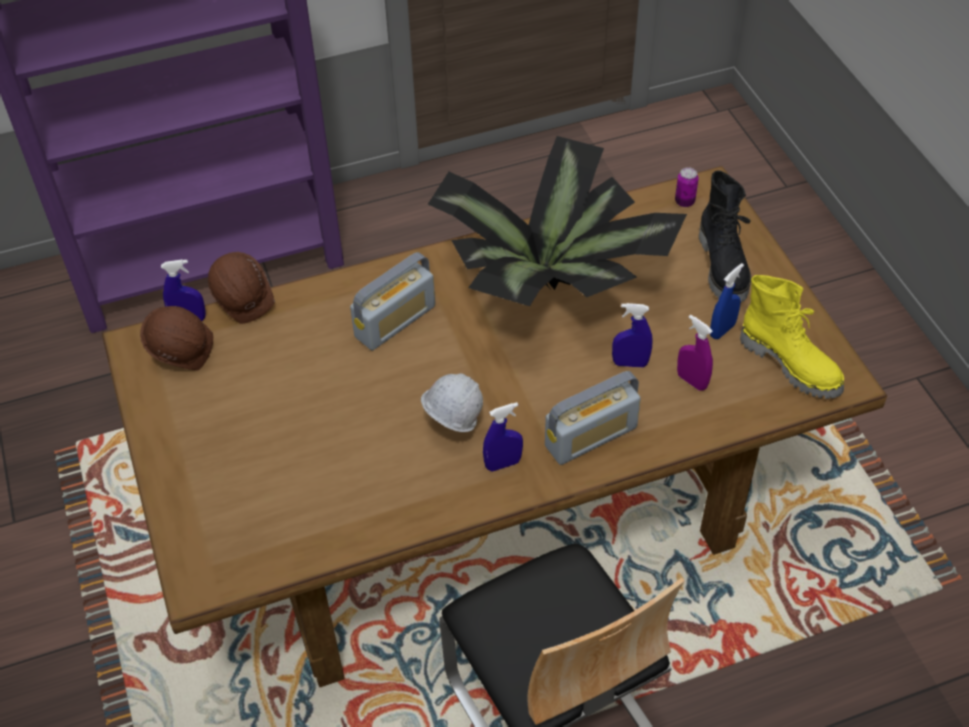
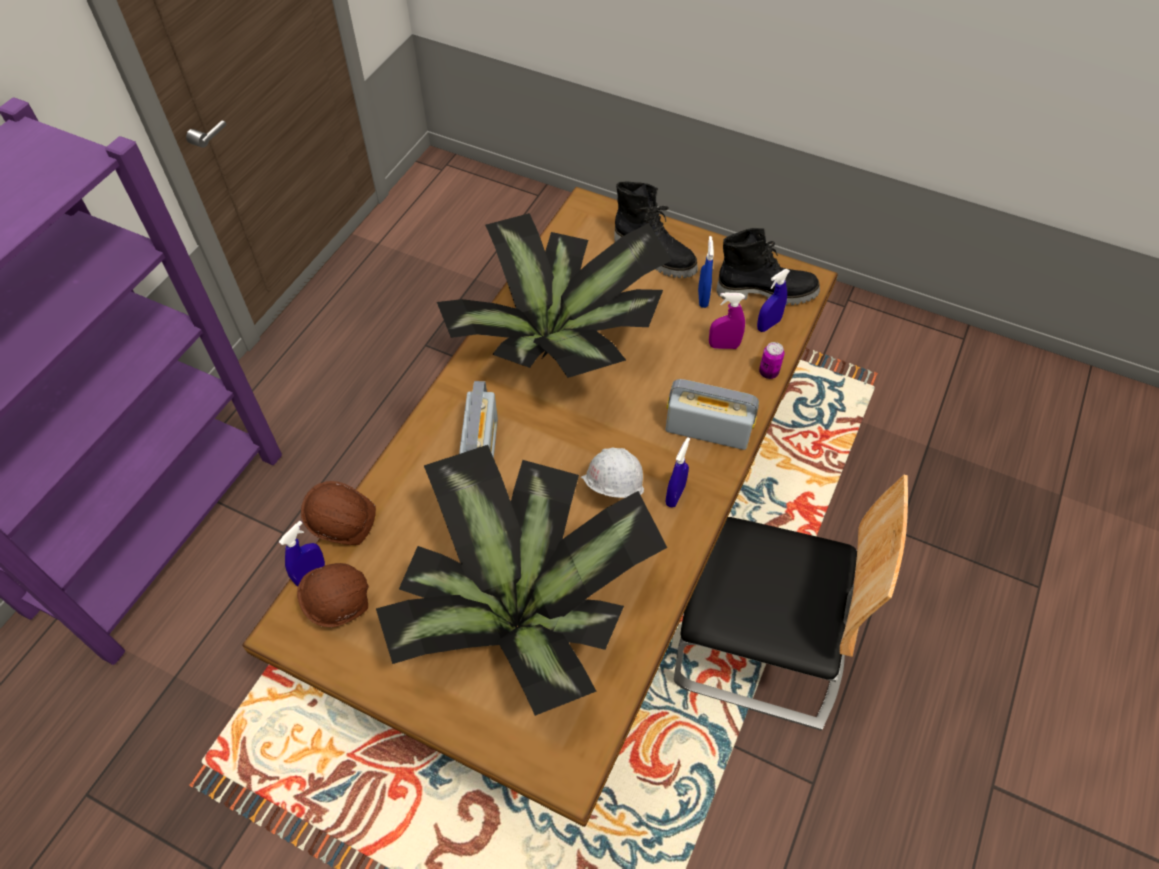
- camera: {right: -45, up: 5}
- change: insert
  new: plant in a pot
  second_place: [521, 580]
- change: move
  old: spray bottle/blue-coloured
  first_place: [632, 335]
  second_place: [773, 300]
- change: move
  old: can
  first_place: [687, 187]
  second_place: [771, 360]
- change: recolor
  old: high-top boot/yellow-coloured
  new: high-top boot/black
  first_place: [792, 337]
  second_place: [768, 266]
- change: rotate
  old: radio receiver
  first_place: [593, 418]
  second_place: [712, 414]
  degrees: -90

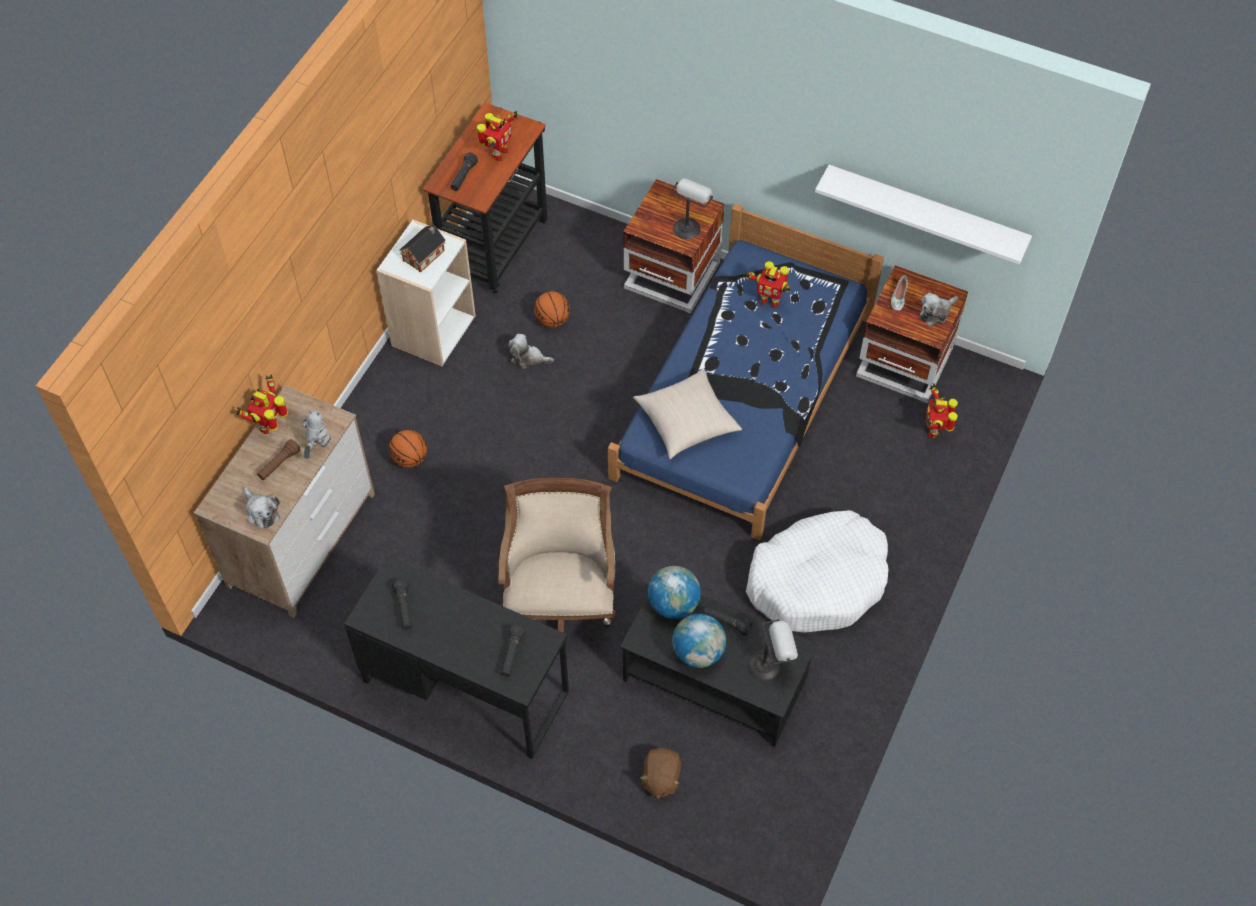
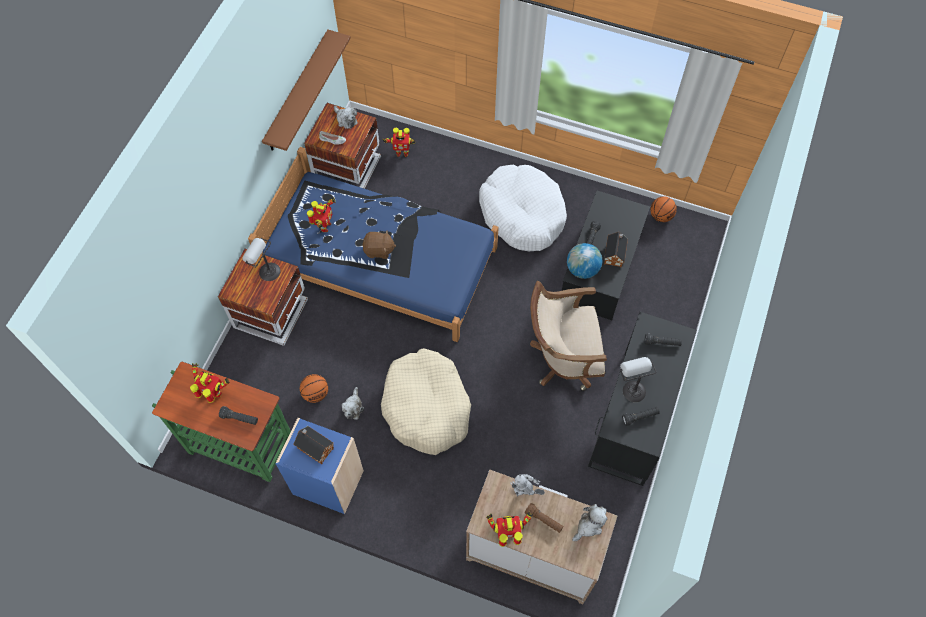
- camera: {right: -95, up: 5}
- change: delete
  old: pillow/beige
  first_place: [687, 413]
- change: insert
  new: dog cushion/beige
  second_place: [426, 401]
- change: move
  old: ball for basketball
  first_place: [408, 449]
  second_place: [663, 209]
- change: move
  old: soft toy/brown
  first_place: [660, 773]
  second_place: [379, 244]
- change: move
  old: tabletop lamp
  first_place: [773, 650]
  second_place: [638, 379]
- change: replace
  old: world globe
  new: miniature house
  first_place: [699, 641]
  second_place: [616, 249]
- change: recolor
  old: shelving unit/white-coloured
  new: shelving unit/blue-coloured
  first_place: [426, 293]
  second_place: [319, 466]
- change: recolor
  old: wheeled cart/black
  new: wheeled cart/green-coloured
  first_place: [485, 198]
  second_place: [221, 422]
- change: recolor
  old: wall shelf/white-coloured
  new: wall shelf/brown
  first_place: [923, 215]
  second_place: [306, 90]
- change: rotate
  old: toy robot
  first_place: [262, 404]
  second_place: [509, 529]
  degrees: 150

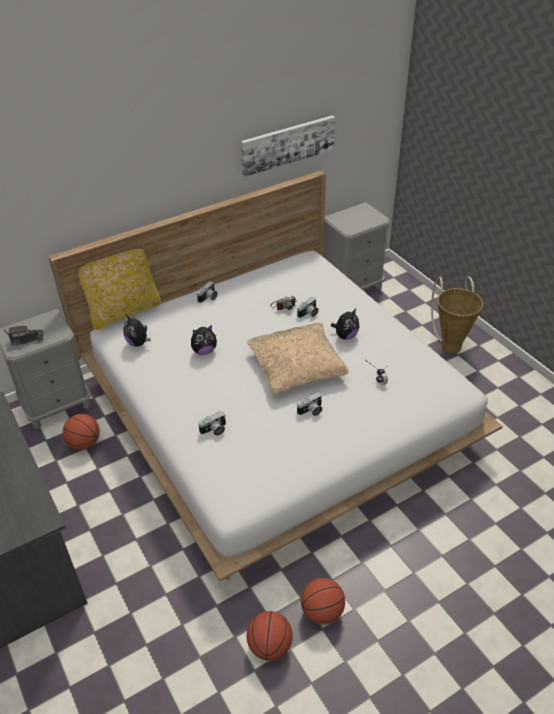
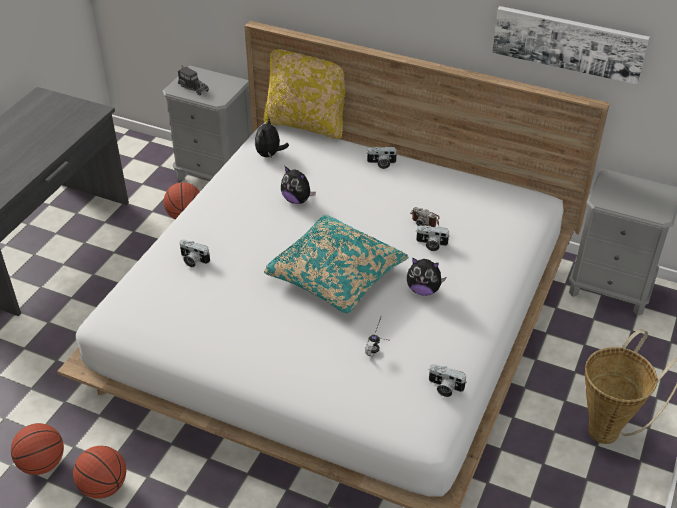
- camera: {right: 55, up: 0}
- change: move
  old: still camera
  first_place: [309, 404]
  second_place: [447, 380]
- change: recolor
  old: pillow/beige
  new: pillow/blue-green
  first_place: [297, 359]
  second_place: [336, 264]

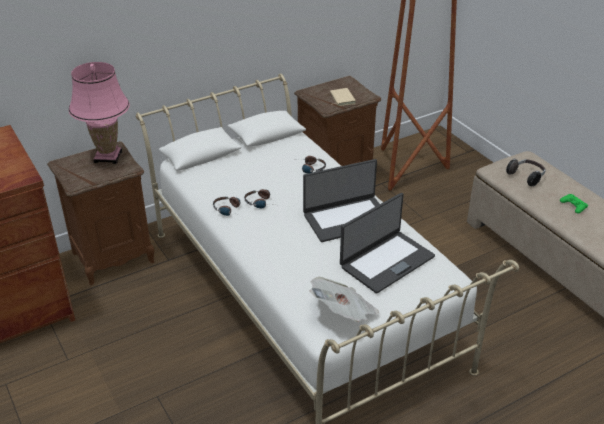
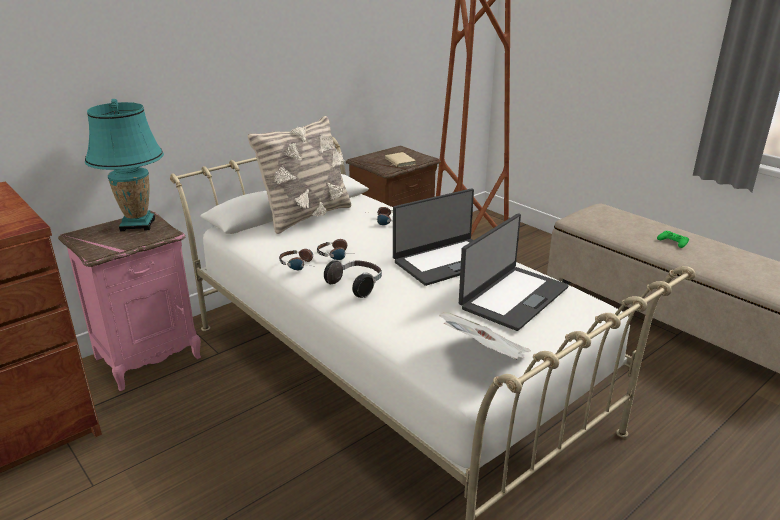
- camera: {right: -10, up: -10}
- change: insert
  new: pillow/beige
  second_place: [299, 175]
- change: move
  old: headset
  first_place: [526, 173]
  second_place: [353, 278]
- change: recolor
  old: bedside table/brown
  new: bedside table/pinkish
  first_place: [100, 213]
  second_place: [129, 301]
- change: recolor
  old: tabletop lamp/pinkish
  new: tabletop lamp/blue-green
  first_place: [99, 113]
  second_place: [124, 165]

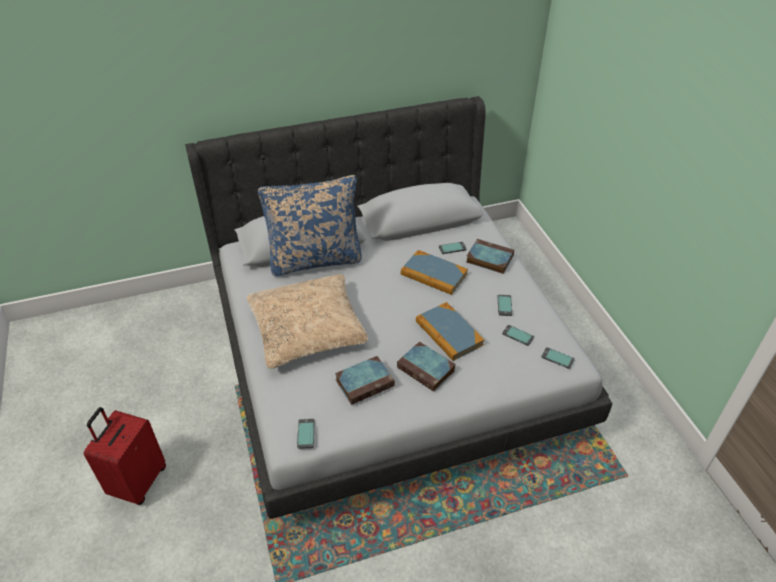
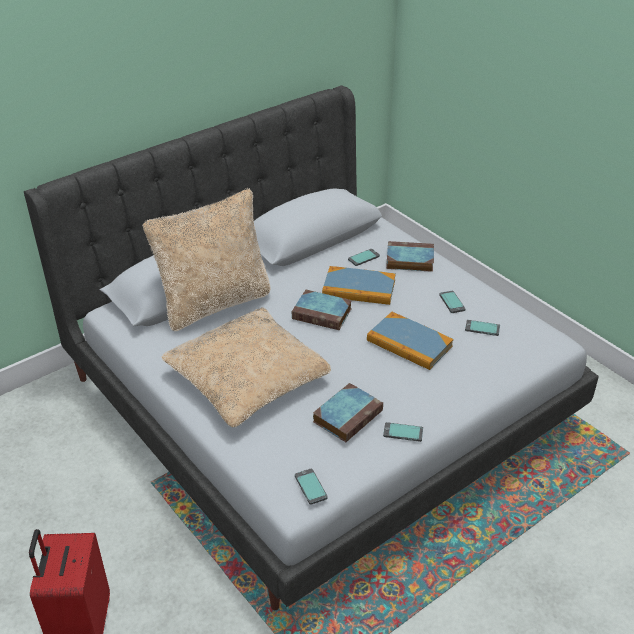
- camera: {right: -20, up: -5}
- change: move
  old: volume
  first_place: [426, 366]
  second_place: [322, 310]
- change: move
  old: handset
  first_place: [558, 358]
  second_place: [403, 432]
- change: recolor
  old: pillow/blue-coloured
  new: pillow/beige
  first_place: [309, 225]
  second_place: [206, 259]

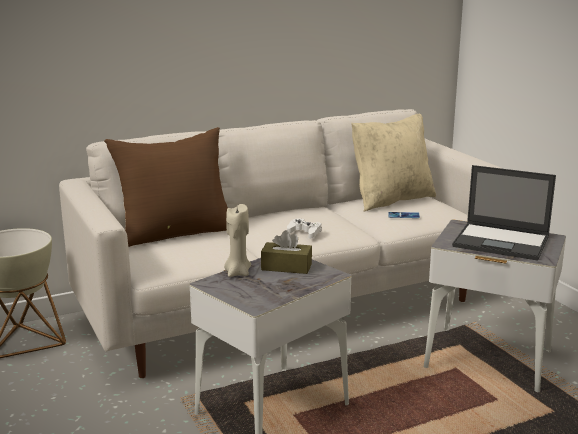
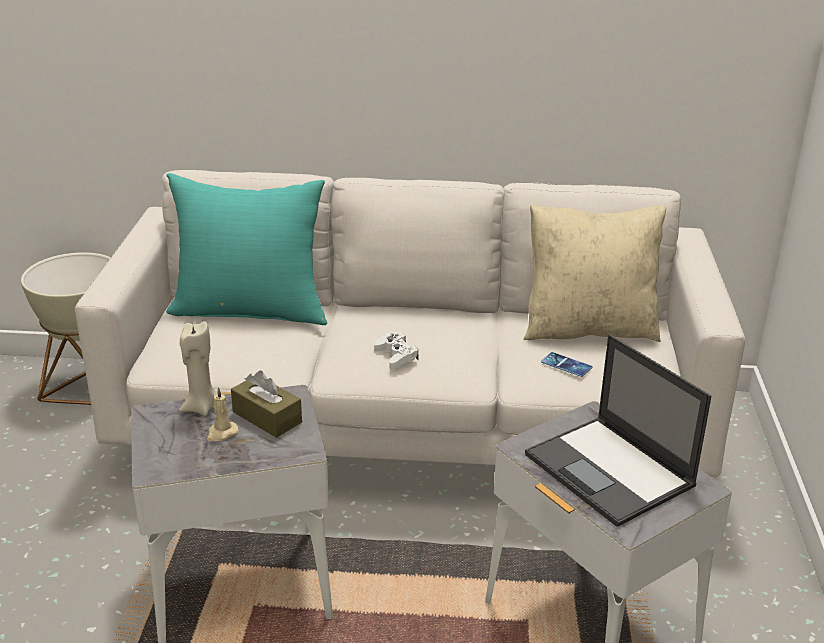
- camera: {right: 30, up: 10}
- change: insert
  new: candle/beige
  second_place: [222, 414]
- change: recolor
  old: pillow/brown
  new: pillow/blue-green
  first_place: [166, 187]
  second_place: [246, 249]

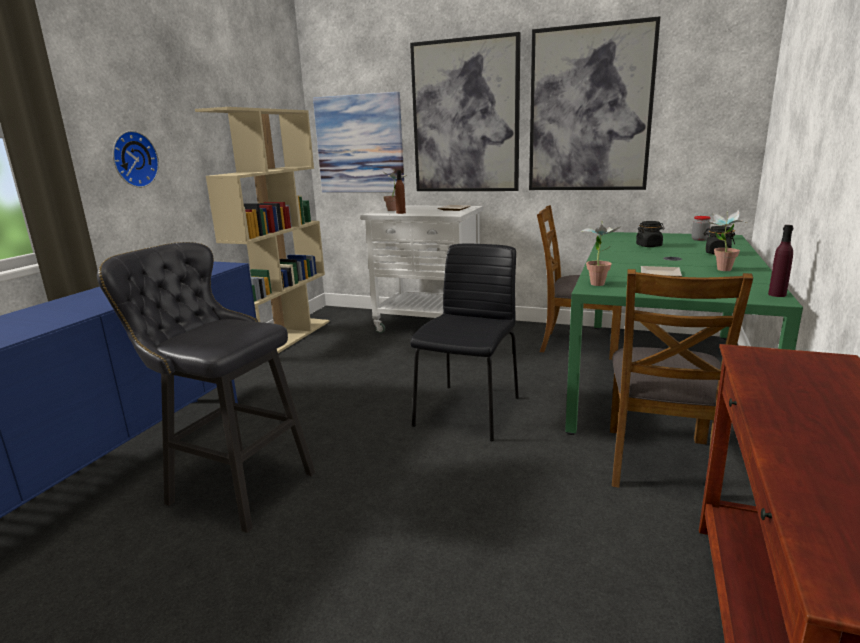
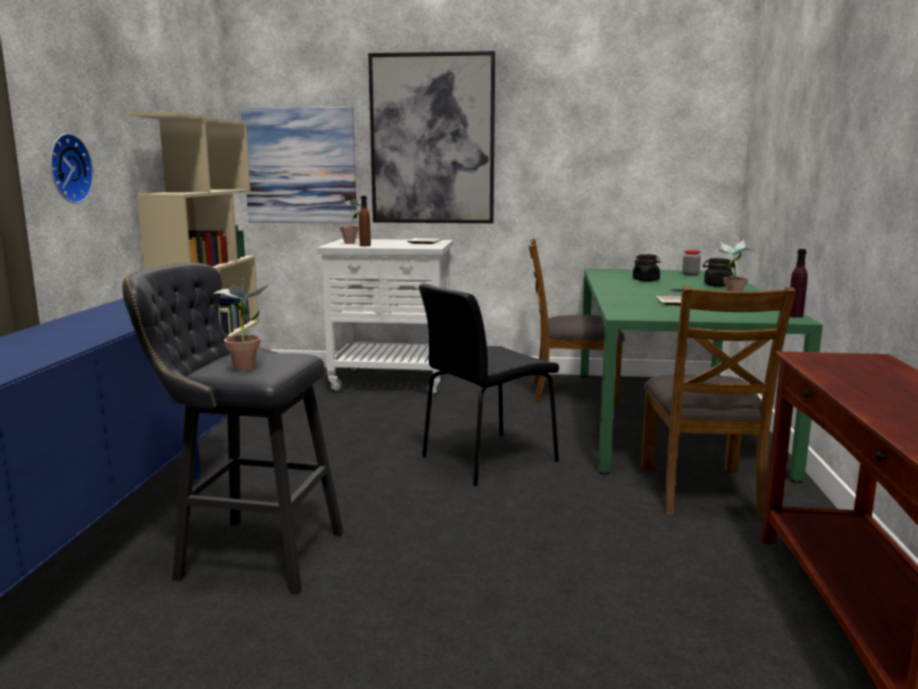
- camera: {right: -15, up: -5}
- change: delete
  old: wall picture
  first_place: [595, 103]
- change: move
  old: plant in a pot
  first_place: [601, 253]
  second_place: [240, 325]
- change: rotate
  old: plain chair/black
  first_place: [464, 342]
  second_place: [489, 384]
  degrees: -135

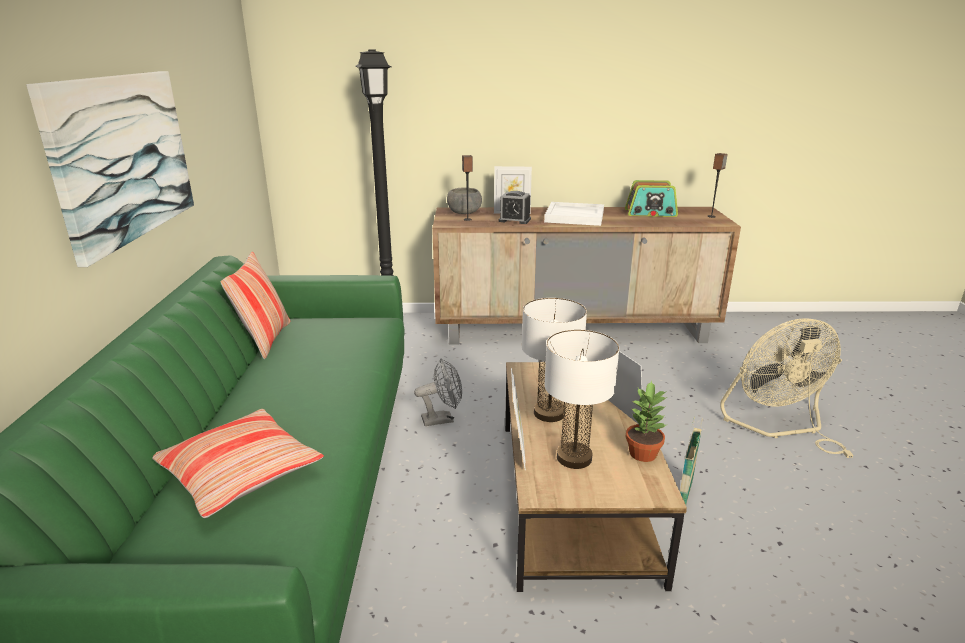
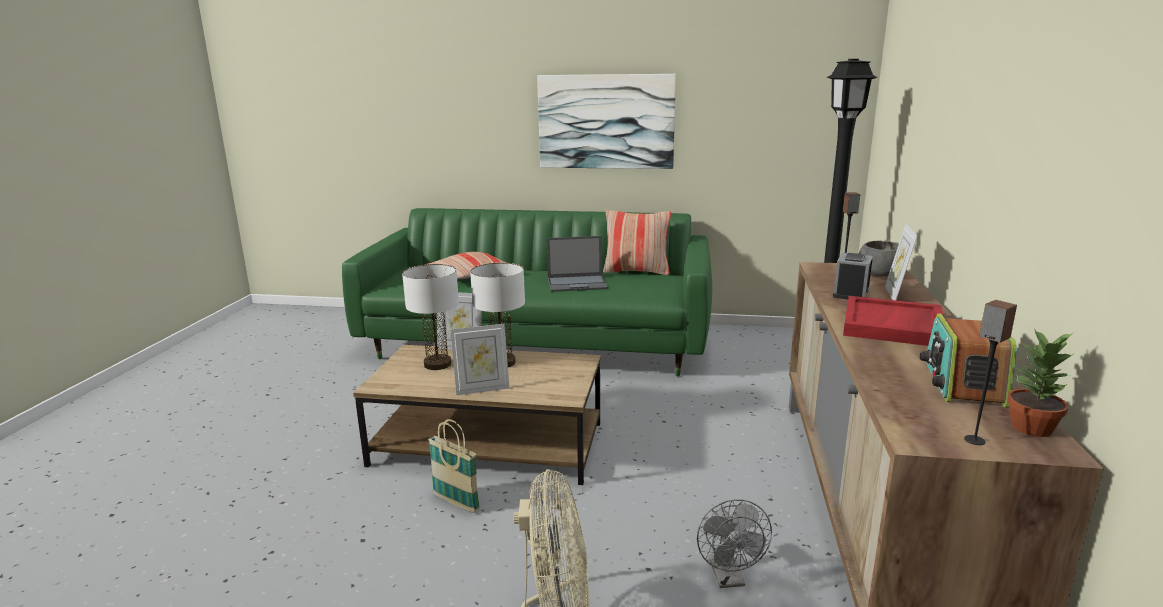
- camera: {right: 100, up: -5}
- change: insert
  new: notebook computer
  second_place: [577, 264]
- change: move
  old: fan/gray
  first_place: [438, 392]
  second_place: [734, 543]
- change: move
  old: plant in a pot
  first_place: [646, 421]
  second_place: [1040, 383]
- change: recolor
  old: tray/white-coloured
  new: tray/red-coloured
  first_place: [574, 214]
  second_place: [893, 321]

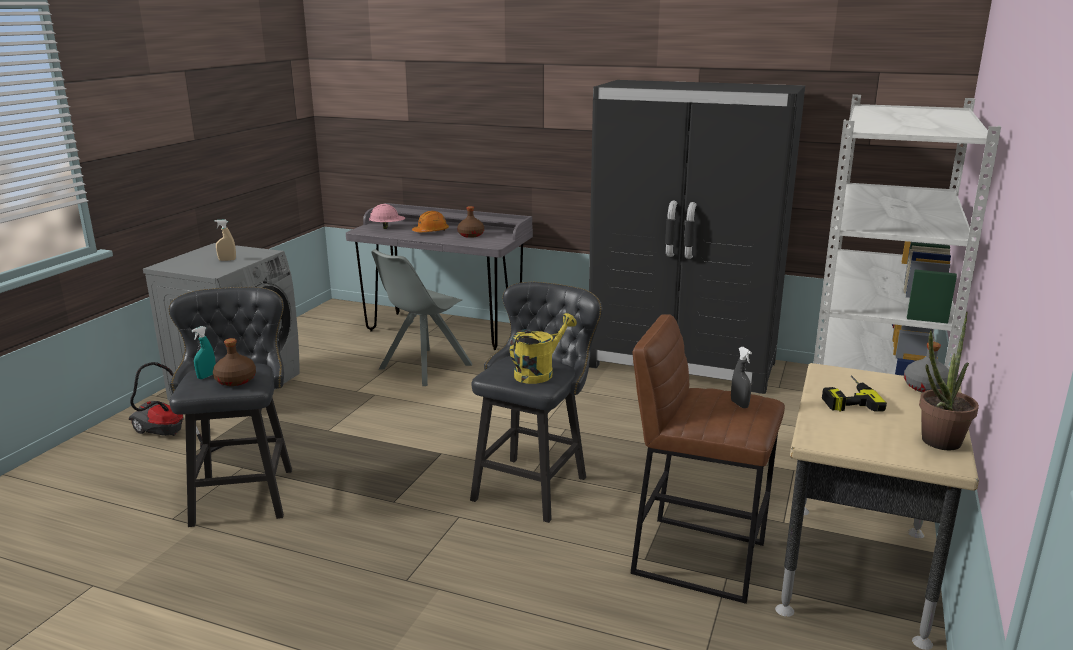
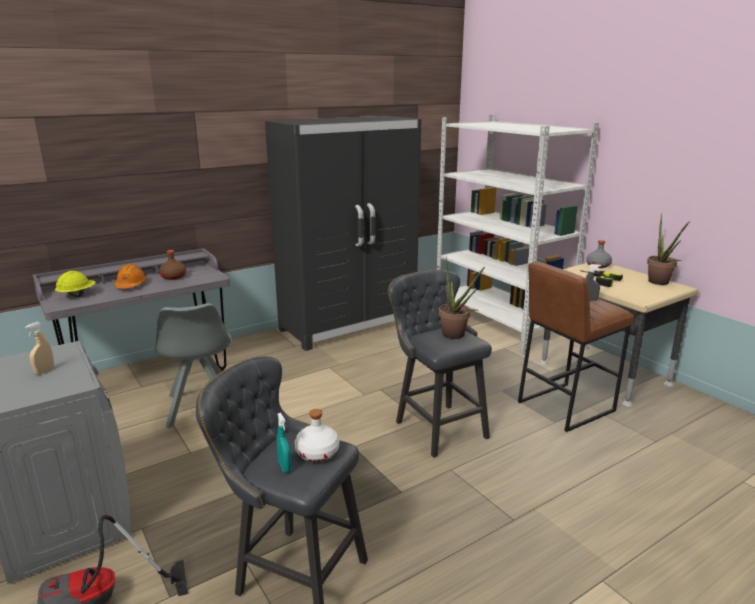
- camera: {right: -55, up: 0}
- change: replace
  old: sprinkling can/yellow-coloured
  new: plant in a pot
  first_place: [543, 348]
  second_place: [462, 297]
- change: recolor
  old: beverage bottle/brown
  new: beverage bottle/white-coloured
  first_place: [234, 362]
  second_place: [317, 435]
- change: recolor
  old: work helmet/pinkish
  new: work helmet/yellow-coloured
  first_place: [387, 216]
  second_place: [75, 284]

